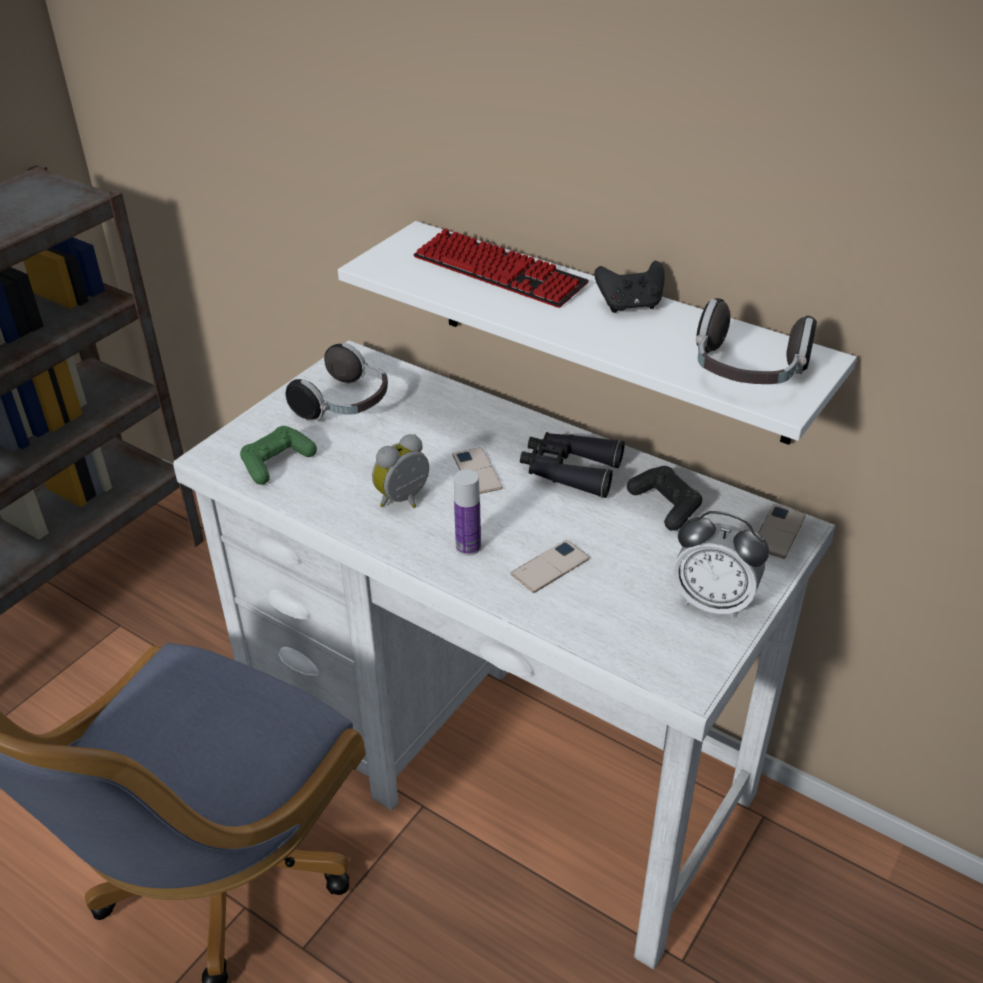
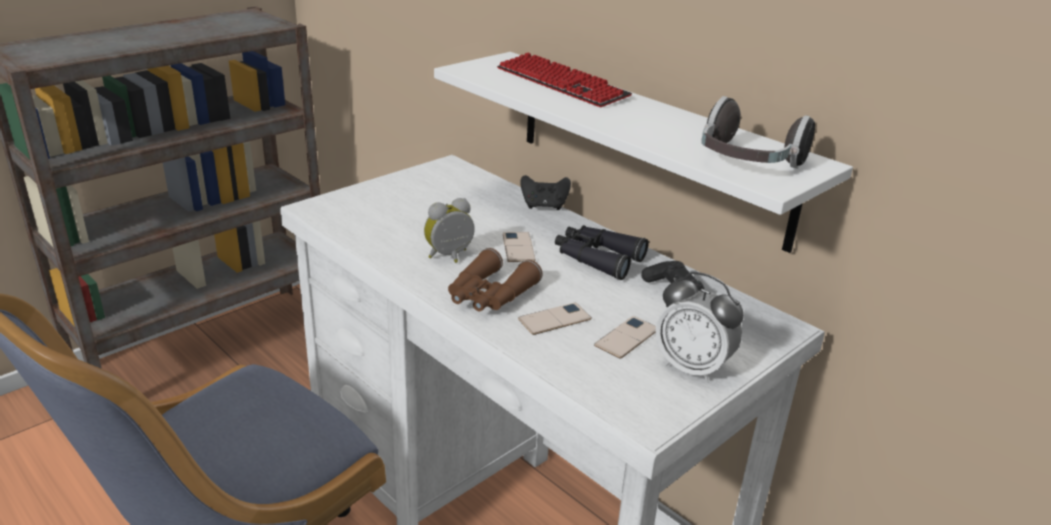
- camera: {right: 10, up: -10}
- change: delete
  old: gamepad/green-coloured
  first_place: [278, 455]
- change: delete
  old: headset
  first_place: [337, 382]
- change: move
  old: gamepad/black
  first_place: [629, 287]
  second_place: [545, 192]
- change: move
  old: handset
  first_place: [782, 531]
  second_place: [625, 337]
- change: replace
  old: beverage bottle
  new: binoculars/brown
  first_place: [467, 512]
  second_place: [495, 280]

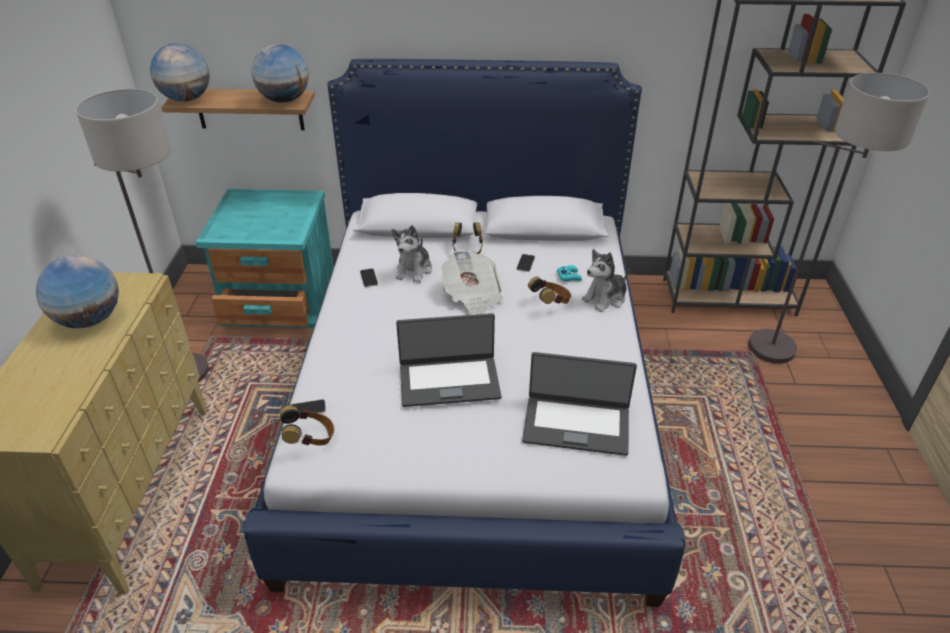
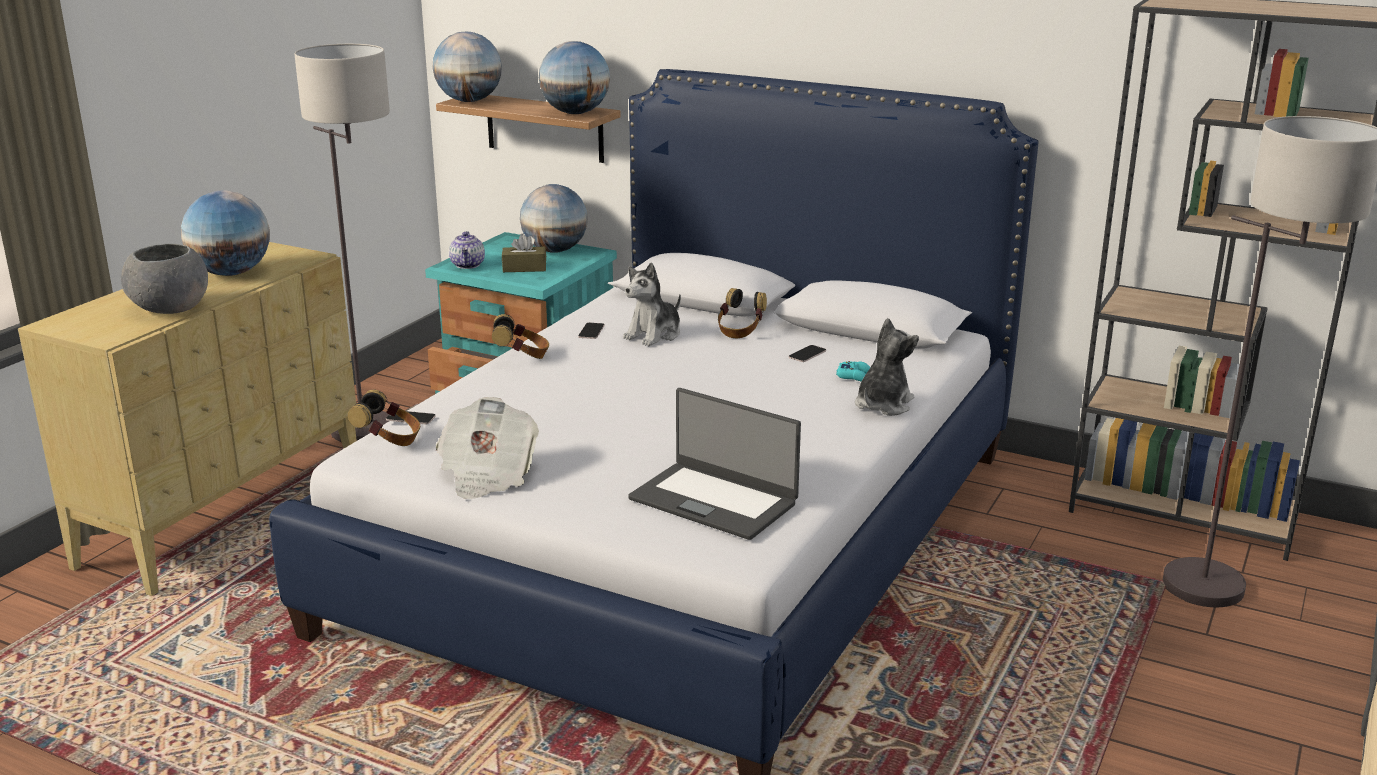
- camera: {right: 25, up: -15}
- change: delete
  old: notebook computer
  first_place: [448, 360]
- change: insert
  new: deep dish/gray
  second_place: [164, 278]
- change: insert
  new: pot for tea
  second_place: [467, 250]
- change: insert
  new: tissue holder/brown
  second_place: [524, 253]
- change: insert
  new: world globe
  second_place: [554, 218]
- change: move
  old: daily paper
  first_place: [472, 282]
  second_place: [487, 448]
- change: move
  old: headset
  first_place: [549, 290]
  second_place: [520, 336]
- change: rotate
  old: soft toy
  first_place: [606, 280]
  second_place: [887, 367]
  degrees: 135

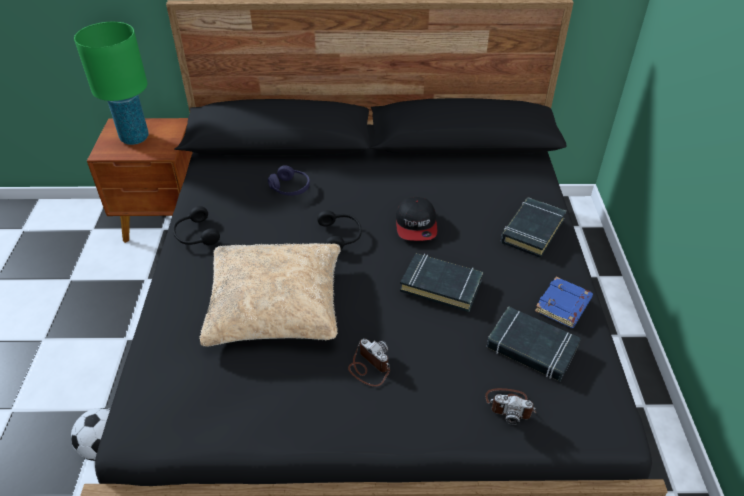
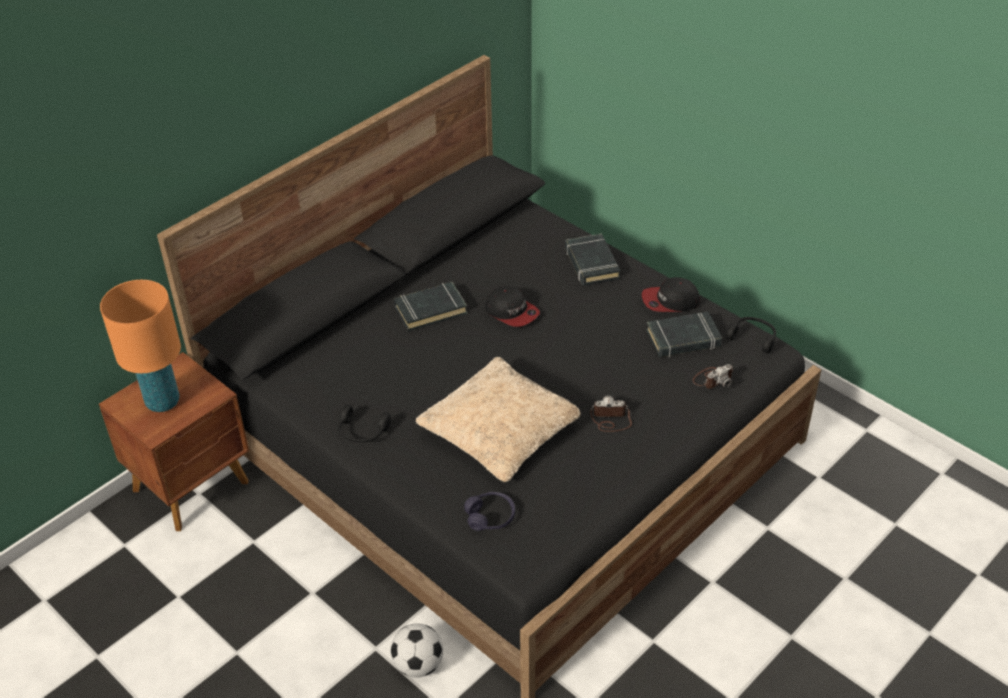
- camera: {right: -45, up: 0}
- change: move
  old: headset/purple
  first_place: [289, 180]
  second_place: [489, 511]
- change: move
  old: headset/black
  first_place: [339, 230]
  second_place: [751, 335]
- change: move
  old: volume/black
  first_place: [441, 282]
  second_place: [430, 306]
- change: replace
  old: volume/blue-coloured
  new: cap
  first_place: [564, 302]
  second_place: [671, 294]
- change: recolor
  old: tabletop lamp/green-coloured
  new: tabletop lamp/orange-coloured
  first_place: [111, 83]
  second_place: [140, 346]

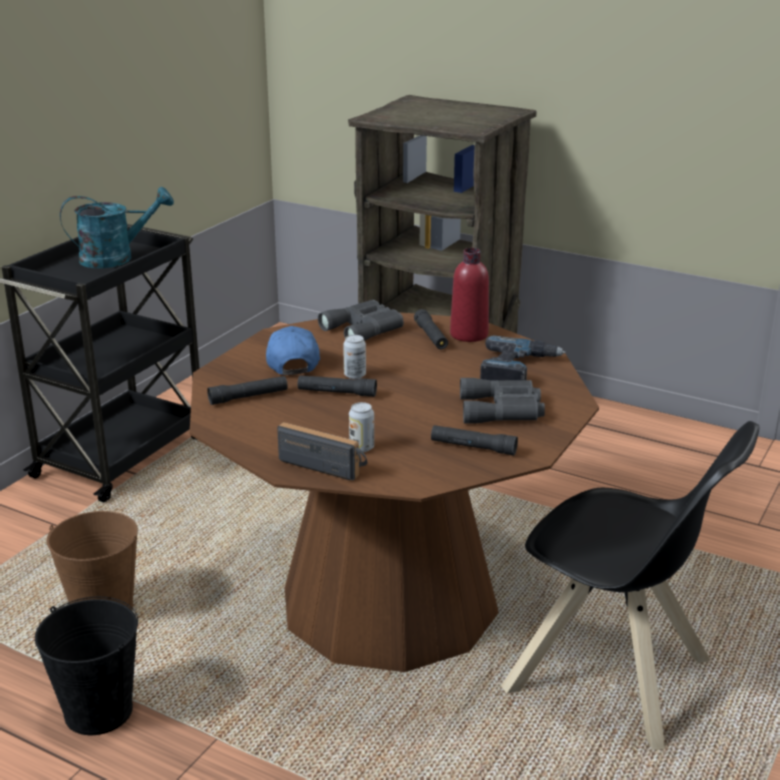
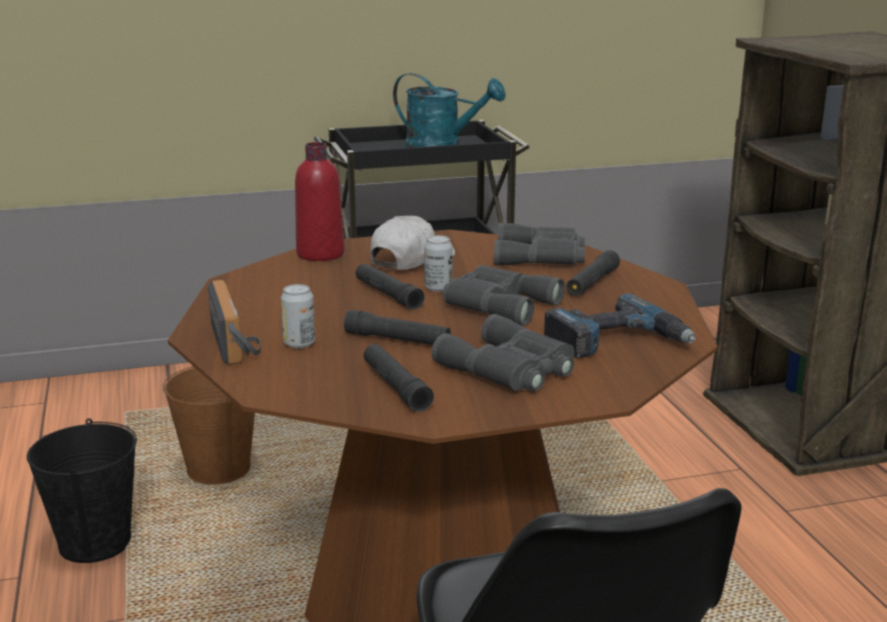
- camera: {right: 45, up: -5}
- change: insert
  new: binoculars/gray
  second_place: [504, 295]
- change: move
  old: hand torch/black
  first_place: [247, 390]
  second_place: [397, 327]
- change: move
  old: beverage bottle/red-coloured
  first_place: [469, 295]
  second_place: [320, 201]
- change: recolor
  old: cap/blue-coloured
  new: cap/white-coloured
  first_place: [293, 350]
  second_place: [412, 243]

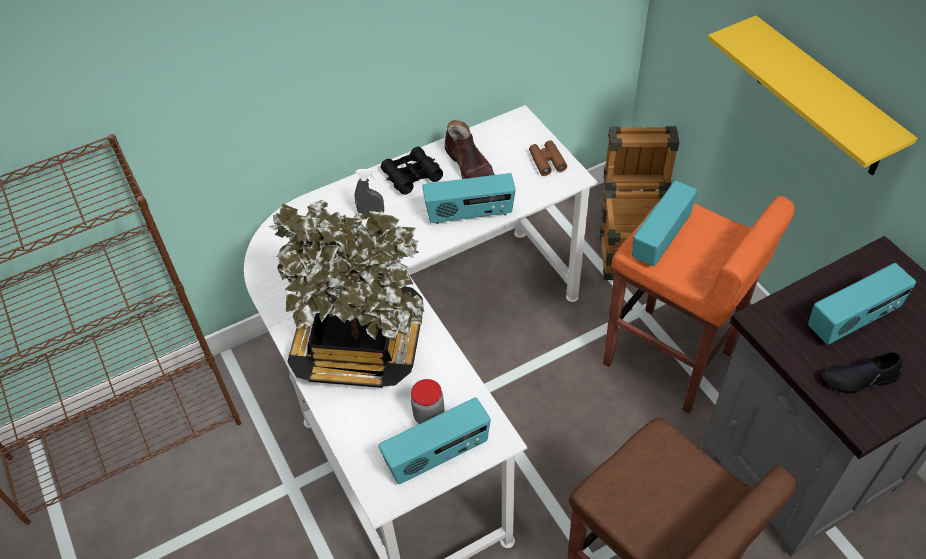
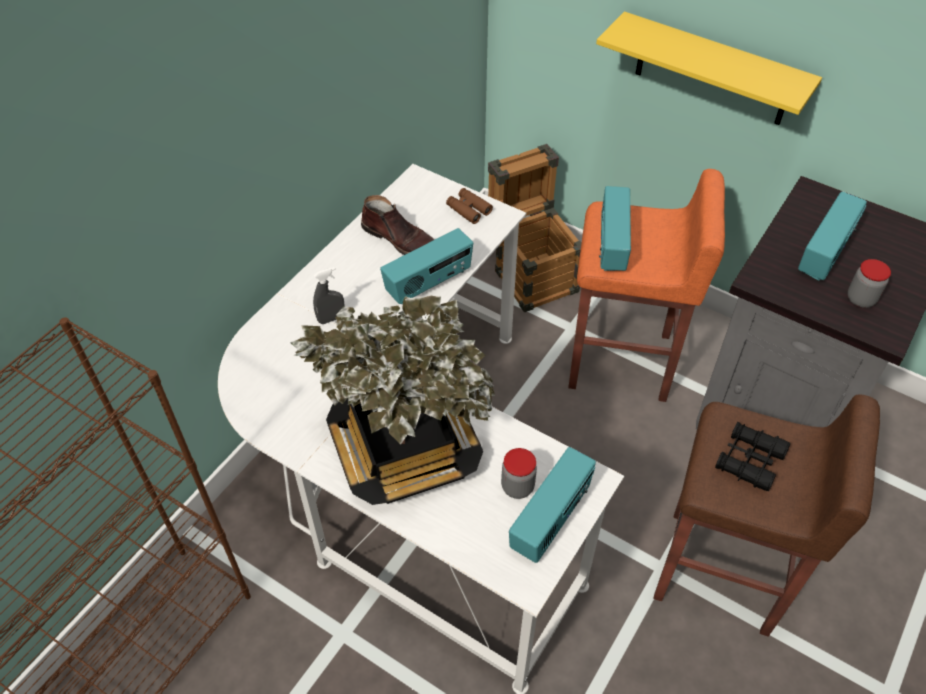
- camera: {right: -30, up: 0}
- change: move
  old: binoculars/black
  first_place: [412, 171]
  second_place: [753, 457]
- change: replace
  old: item of footwear/black
  new: preserve jar
  first_place: [862, 373]
  second_place: [869, 283]

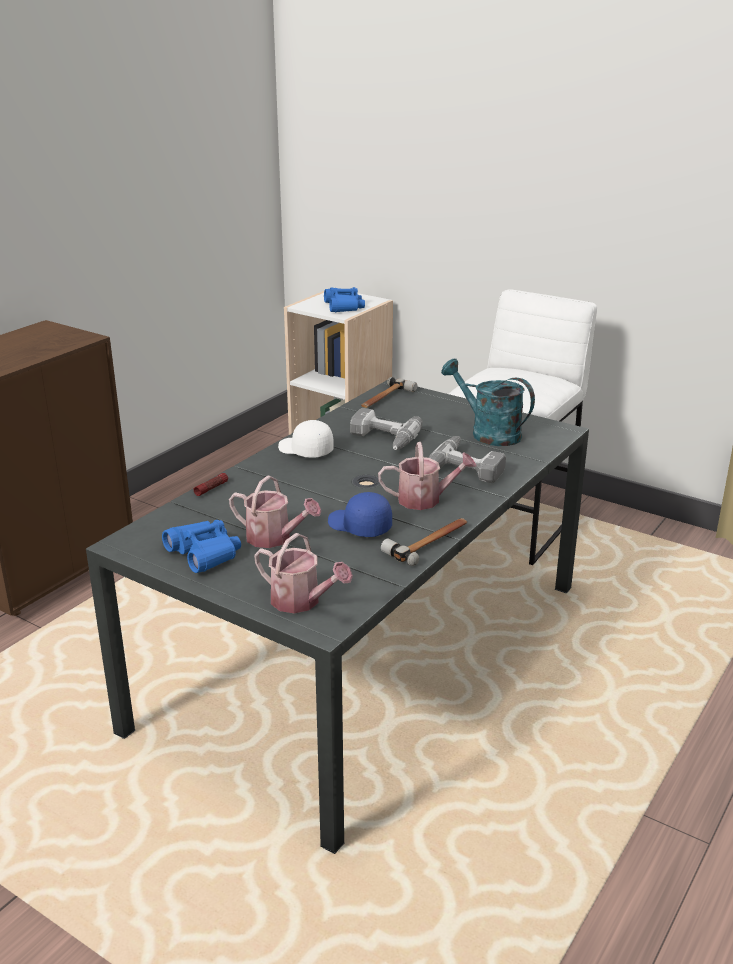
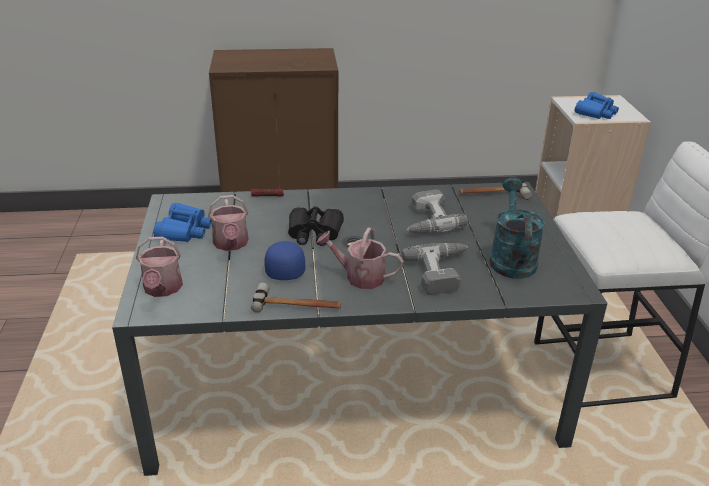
- camera: {right: 50, up: 5}
- change: delete
  old: cap/white-coloured
  first_place: [306, 439]
- change: insert
  new: binoculars/black
  second_place: [316, 226]
- change: rotate
  old: sprinkling can
  first_place: [427, 476]
  second_place: [360, 258]
  degrees: 150

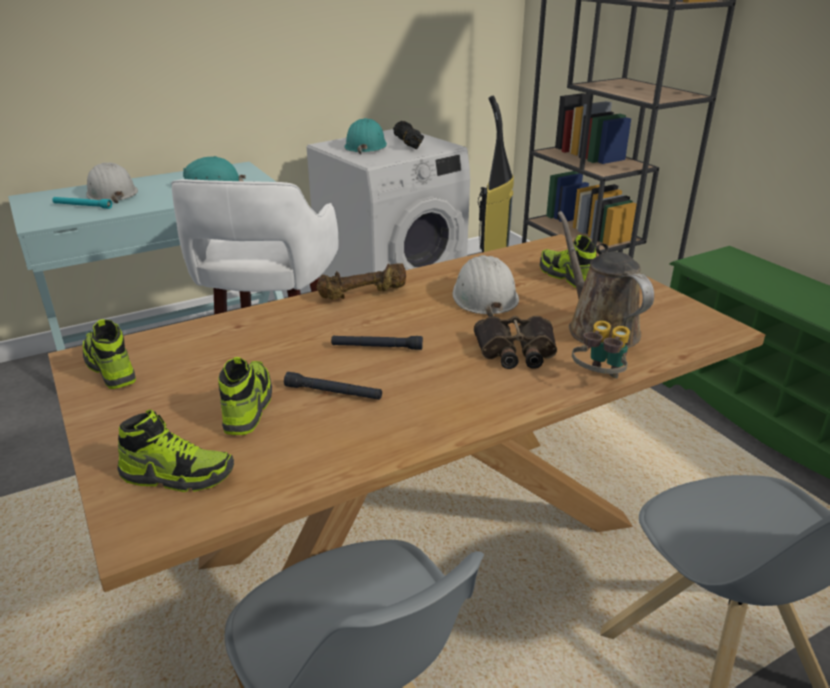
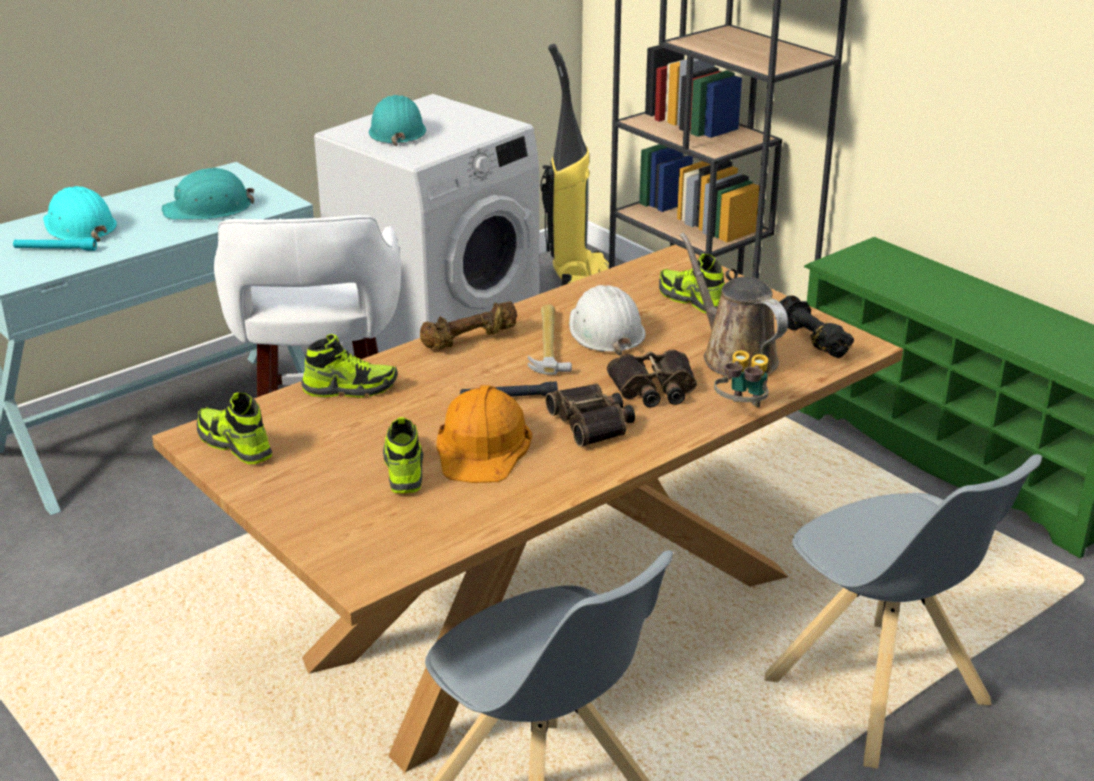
- camera: {right: -10, up: 0}
- change: insert
  new: hand hammer
  second_place: [550, 339]
- change: insert
  new: binoculars
  second_place: [590, 415]
- change: move
  old: item of footwear
  first_place: [176, 450]
  second_place: [349, 366]
- change: move
  old: free weight/black
  first_place: [408, 135]
  second_place: [814, 326]
- change: replace
  old: hand torch/black
  new: work helmet/orange-coloured
  first_place: [333, 386]
  second_place: [484, 434]
- change: recolor
  old: work helmet/white-coloured
  new: work helmet/blue-green
  first_place: [112, 182]
  second_place: [80, 214]

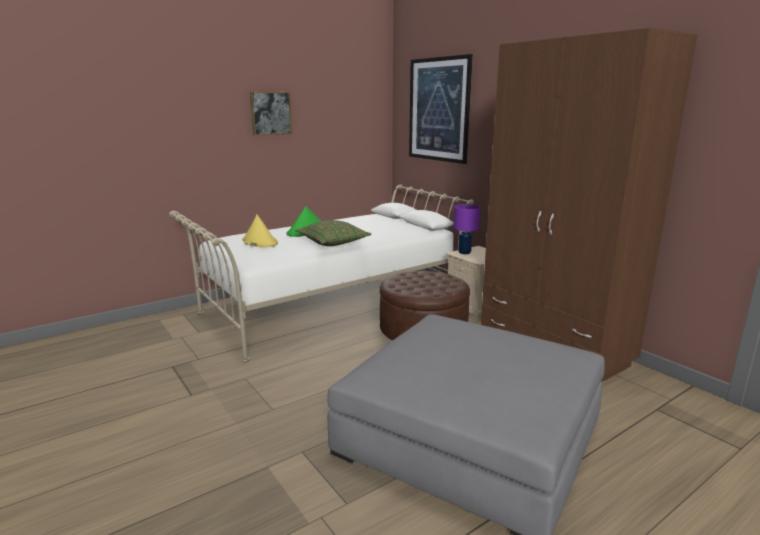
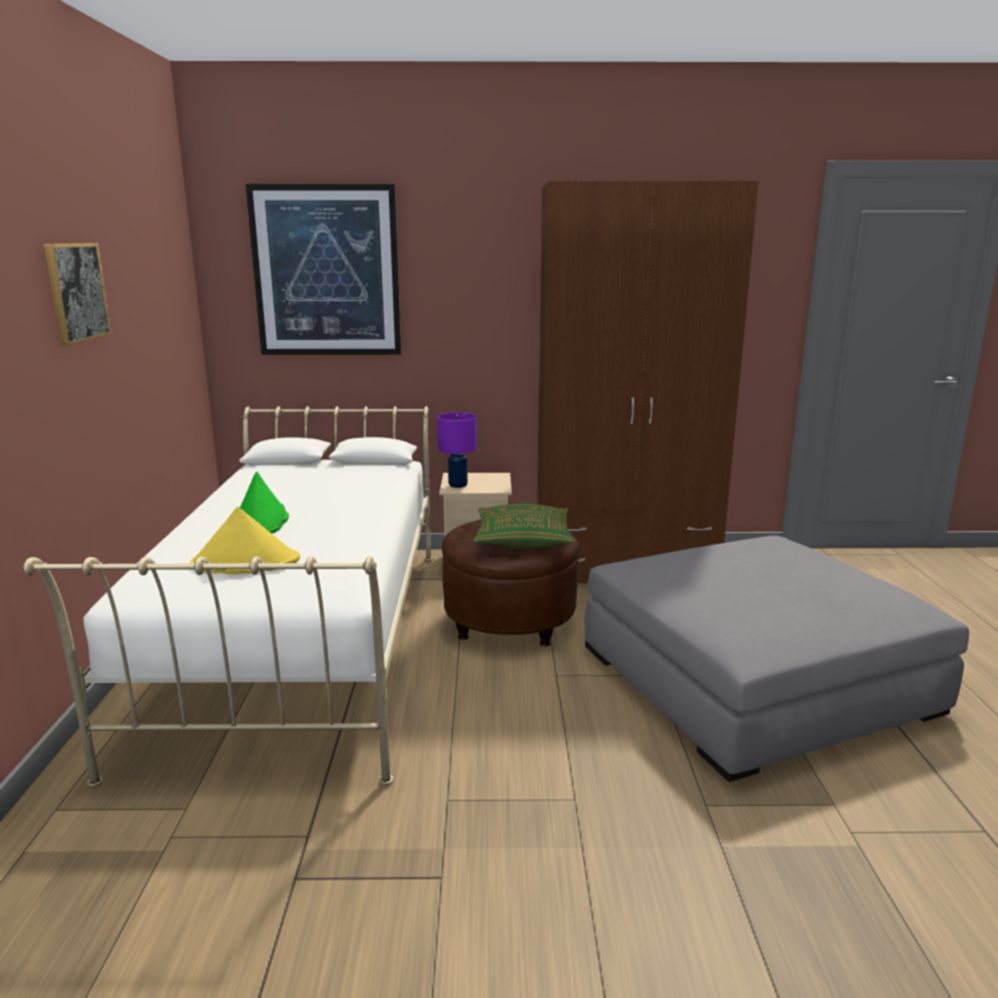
- camera: {right: -55, up: 0}
- change: move
  old: pillow/green-coloured
  first_place: [333, 233]
  second_place: [524, 526]

